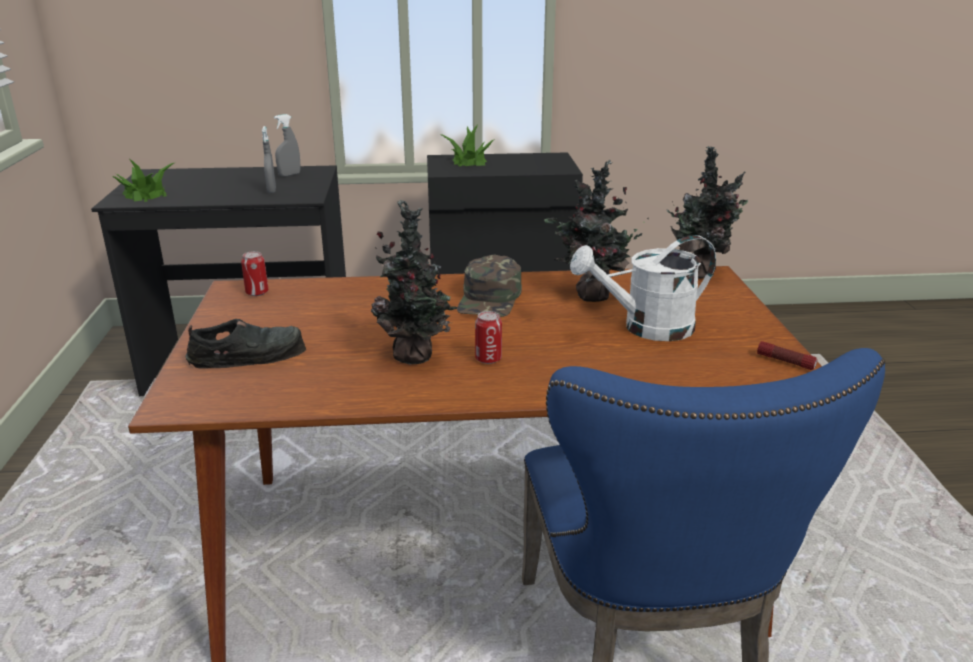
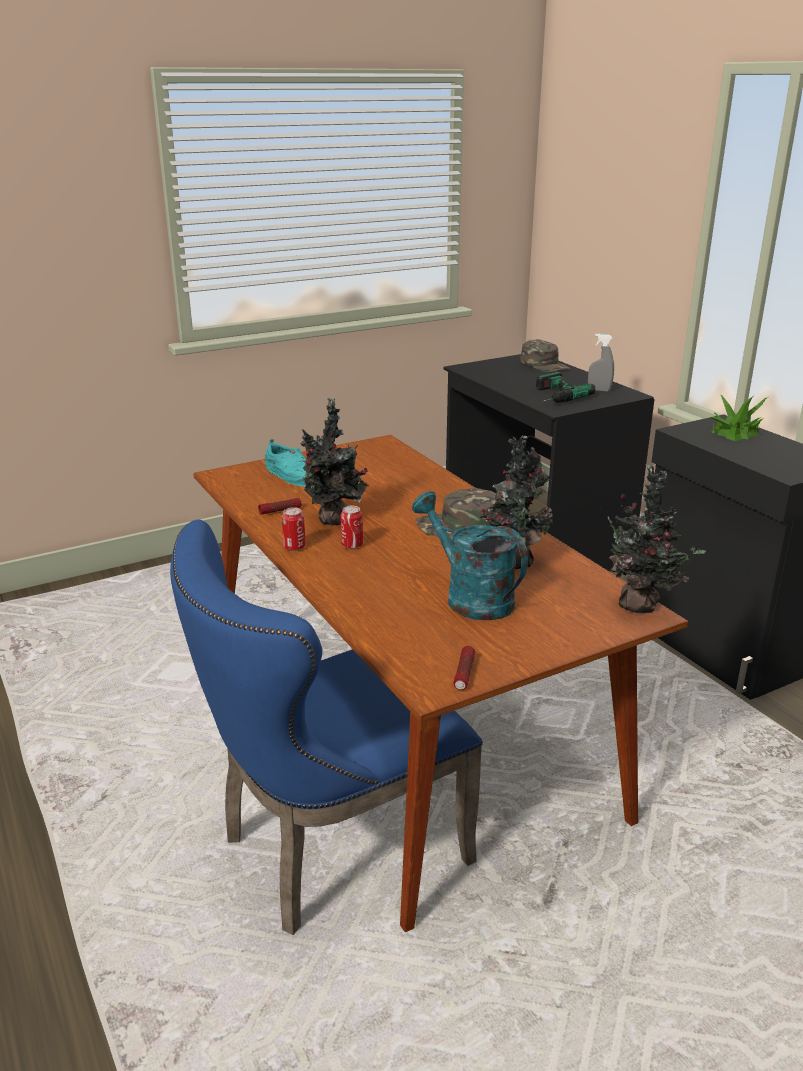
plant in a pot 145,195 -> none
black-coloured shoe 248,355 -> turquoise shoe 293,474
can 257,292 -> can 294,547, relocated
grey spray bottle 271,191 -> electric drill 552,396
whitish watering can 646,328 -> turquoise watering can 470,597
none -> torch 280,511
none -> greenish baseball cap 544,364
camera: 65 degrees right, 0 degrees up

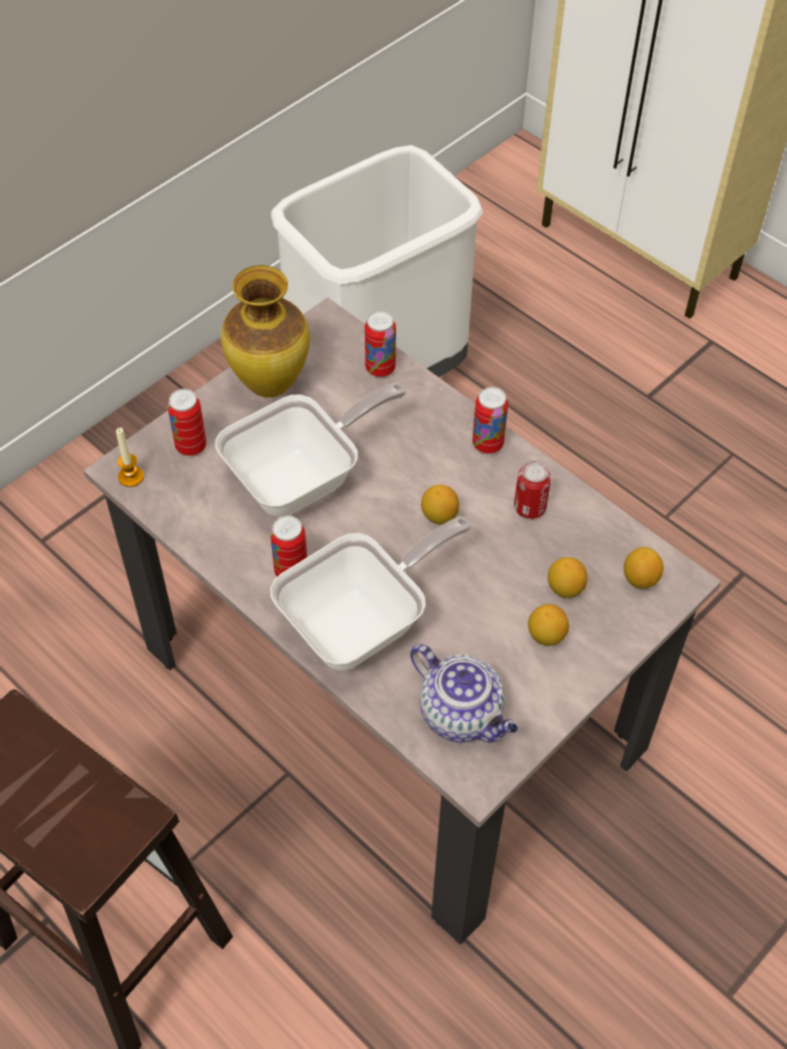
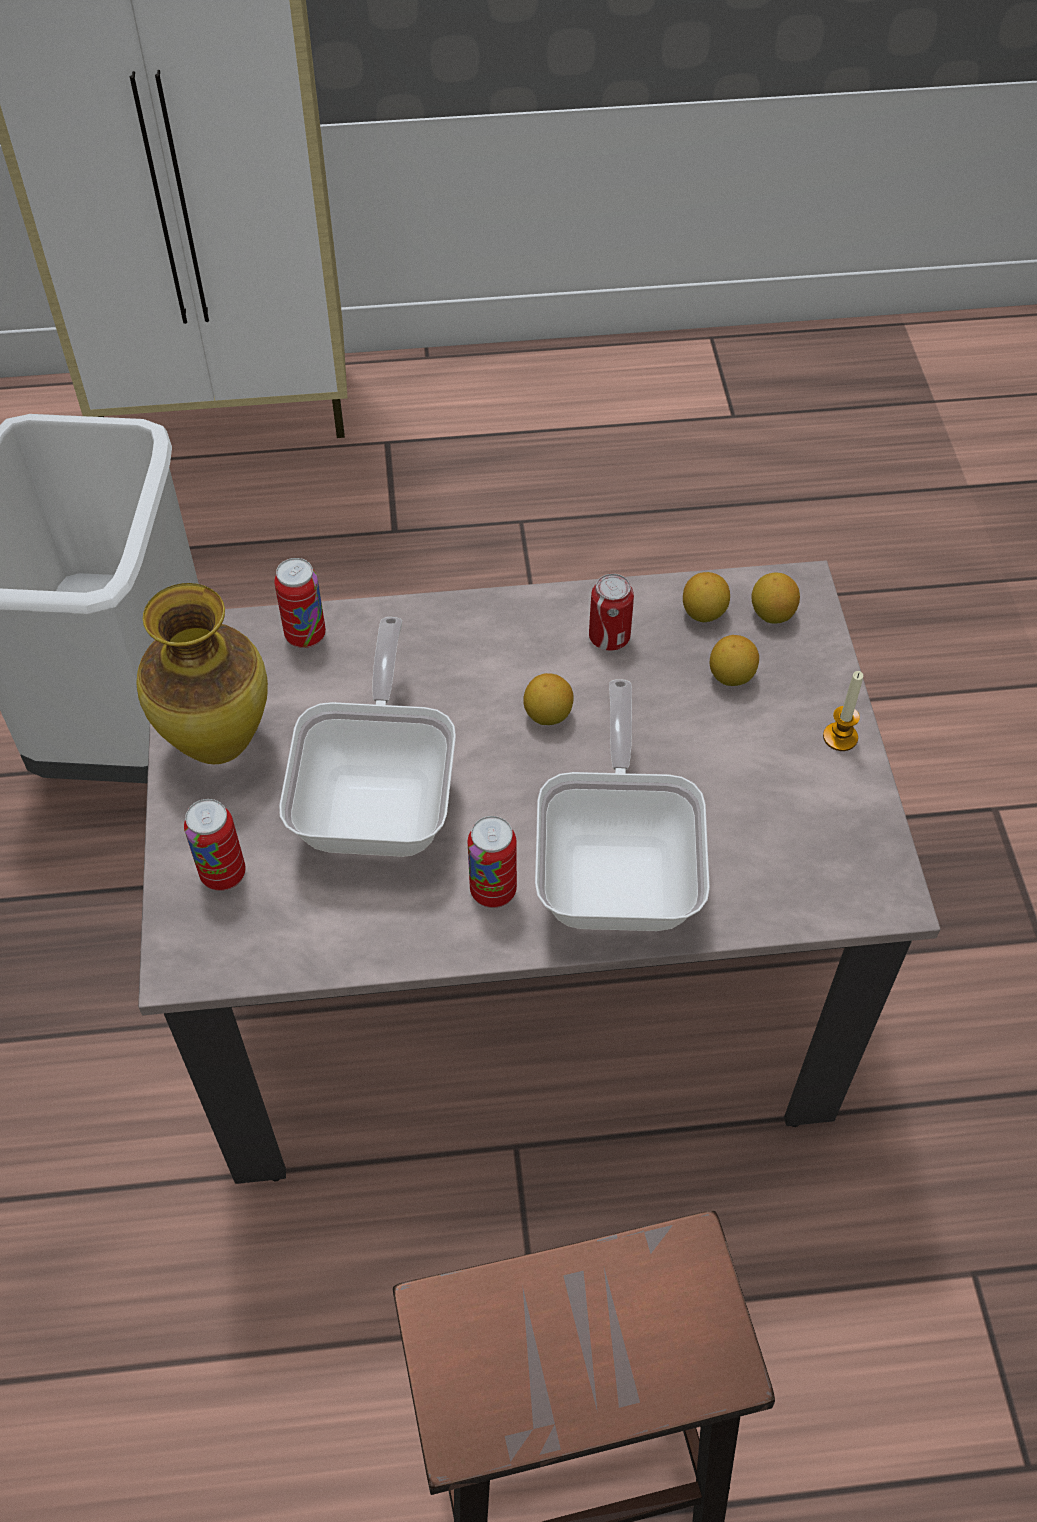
wax candle 131,477 -> wax candle 840,737, relocated
teapot 462,715 -> none
can 487,444 -> none
whole lemon 546,636 -> whole lemon 703,613, relocated
camera: 50 degrees left, 0 degrees up

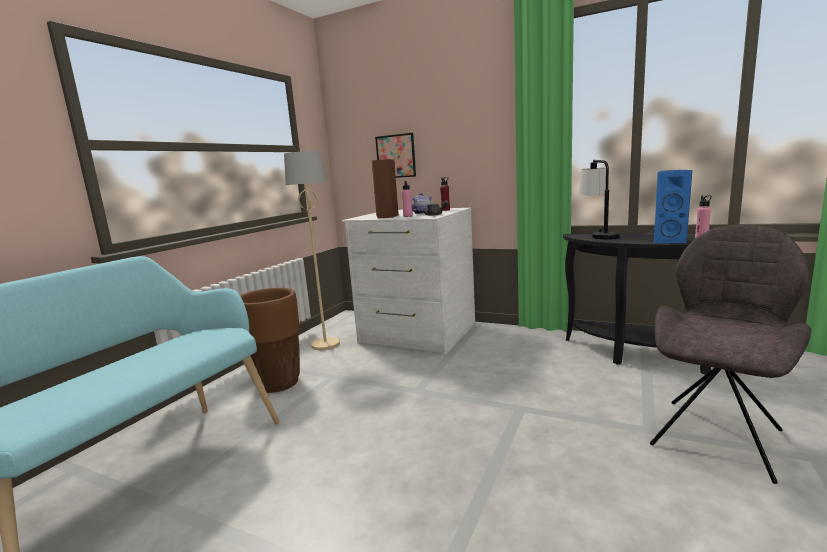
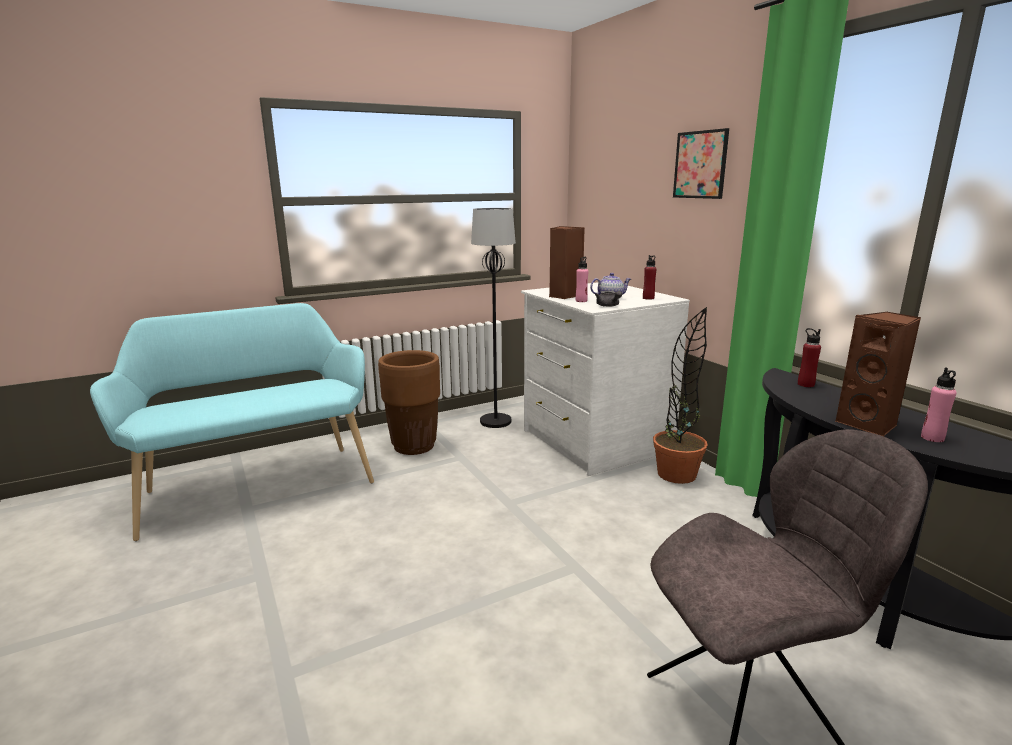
beige-coloured standing lamp 325,344 -> black-coloured standing lamp 496,421
wall art 396,156 -> wall art 700,165, relocated
table lamp 597,235 -> red bottle 805,384
blue speaker 668,241 -> brown-coloured speaker 869,425
none -> plant in a pot 676,474
camera: 35 degrees right, 5 degrees up

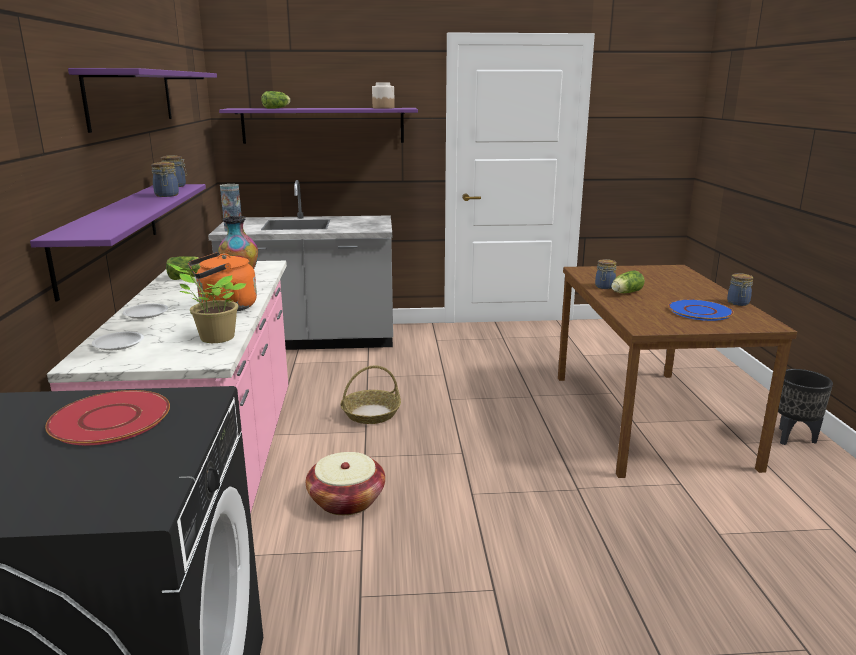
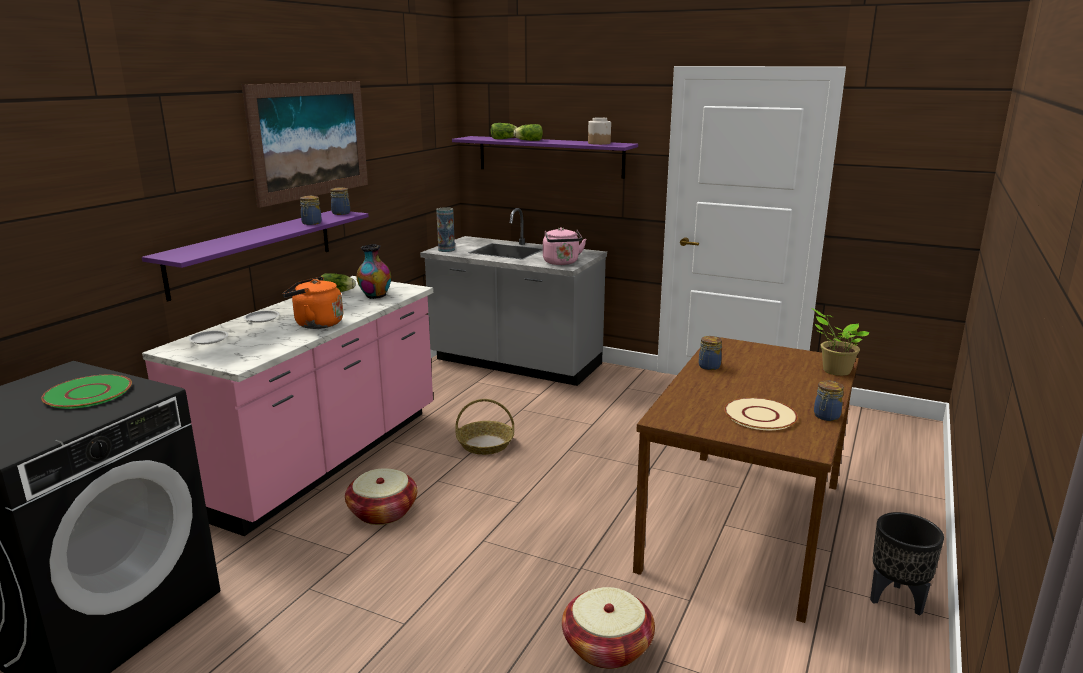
red flat dish 109,419 -> greenish flat dish 87,393
purplish wall shelf 132,98 -> wall art 310,140
plant in a pot 214,338 -> plant in a pot 834,370, relocated
head of lettuce 625,293 -> head of lettuce 528,140, relocated
blue flat dish 699,311 -> beige-coloured flat dish 759,415
none -> pink-coloured tea kettle 561,263
none -> household basket 607,647
camera: 30 degrees right, 0 degrees up

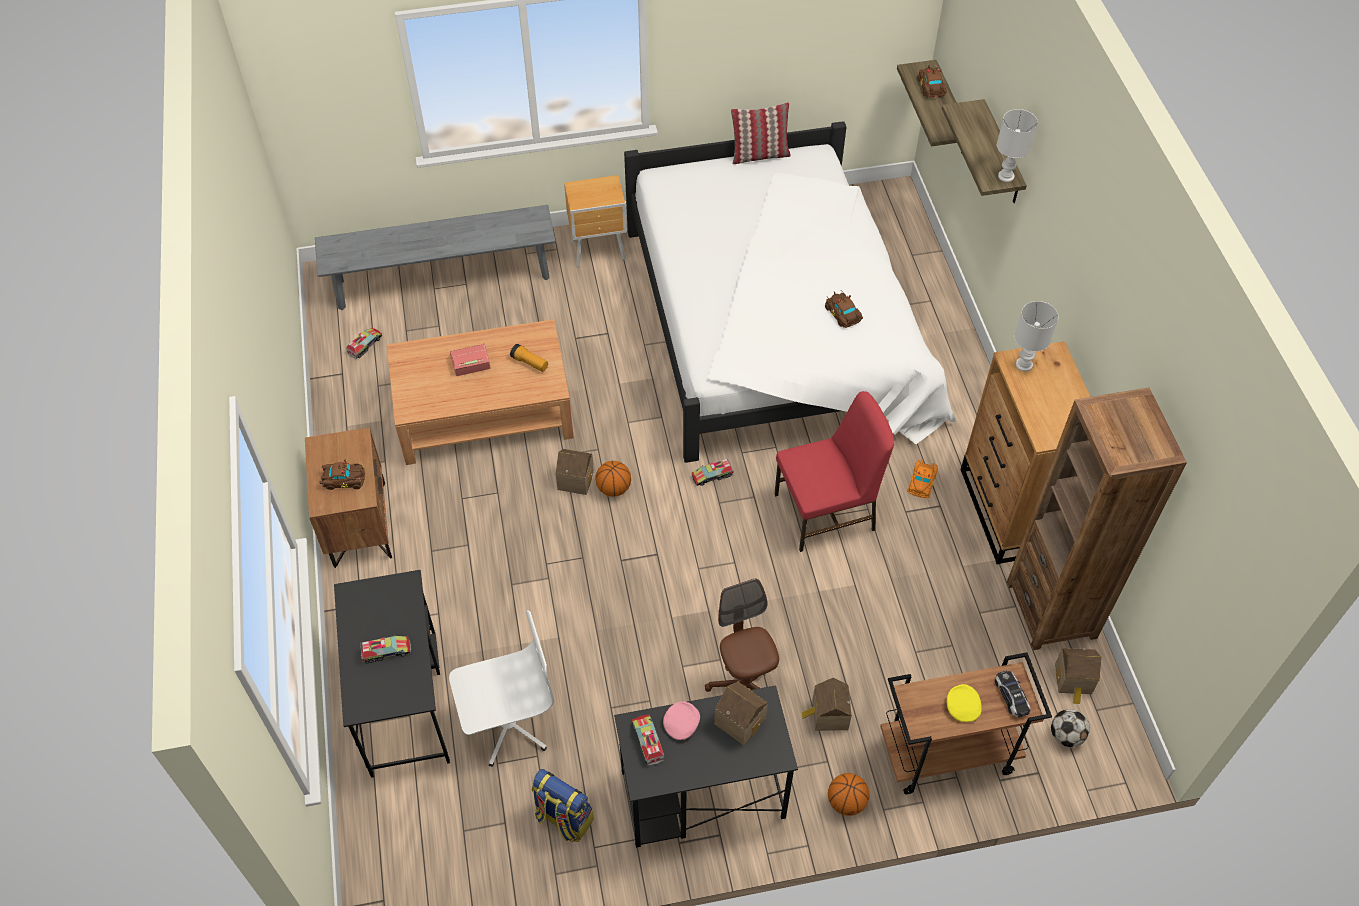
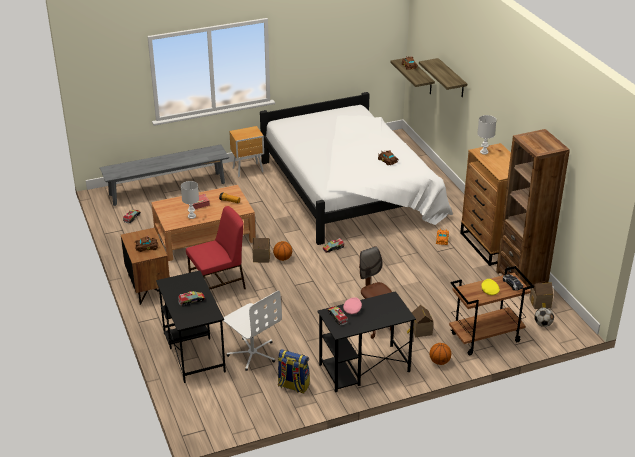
whitish computer chair 508,723 -> whitish computer chair 252,353, 75 degrees clockwise
toy house 741,719 -> none
cushion 759,155 -> none
red upright chair 826,512 -> red upright chair 218,284, relocated
whitish table lamp 1006,176 -> whitish table lamp 192,216, relocated
camera: 10 degrees left, 20 degrees down

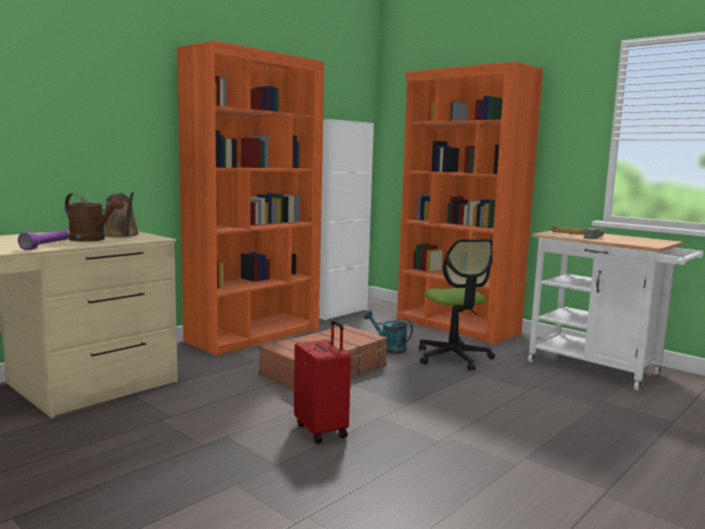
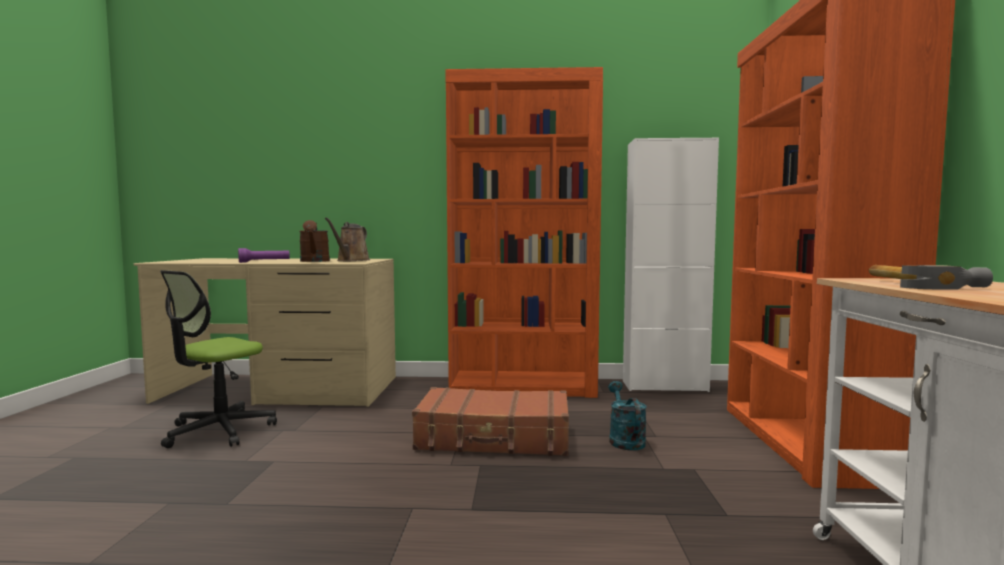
red travel case 322,430 -> none
computer chair 453,357 -> computer chair 219,430, relocated
camera: 50 degrees right, 5 degrees down

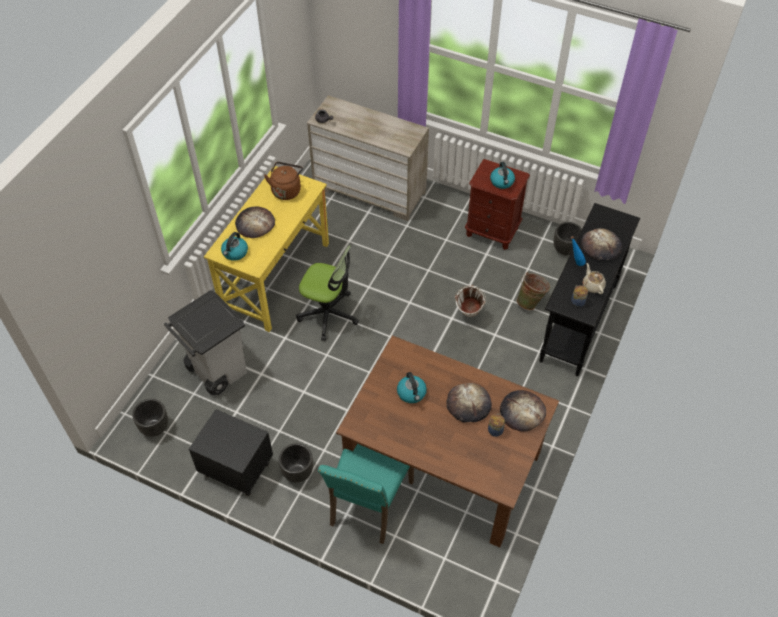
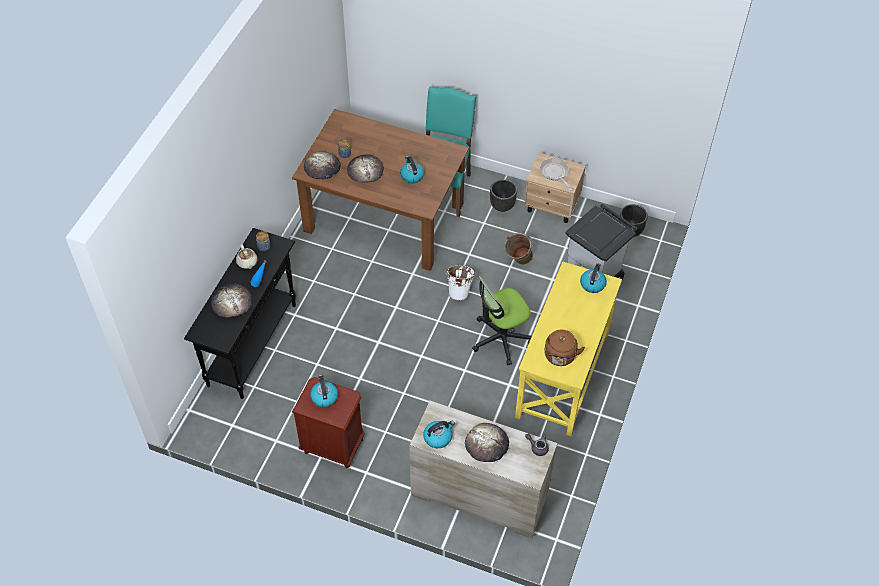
black-coloured bedside table 236,468 -> beige-coloured bedside table 552,206
baked bread 255,224 -> baked bread 487,444, relocated
computer chair 328,314 -> computer chair 501,338, 45 degrees counterclockwise
whitish water bucket 468,315 -> whitish water bucket 459,291, relocated
greenish water bucket 531,302 -> greenish water bucket 517,261, relocated
black-coloured planter 565,250 -> none
none -> tea kettle 438,437
none -> frying pan 555,173
camera: 175 degrees right, 0 degrees up

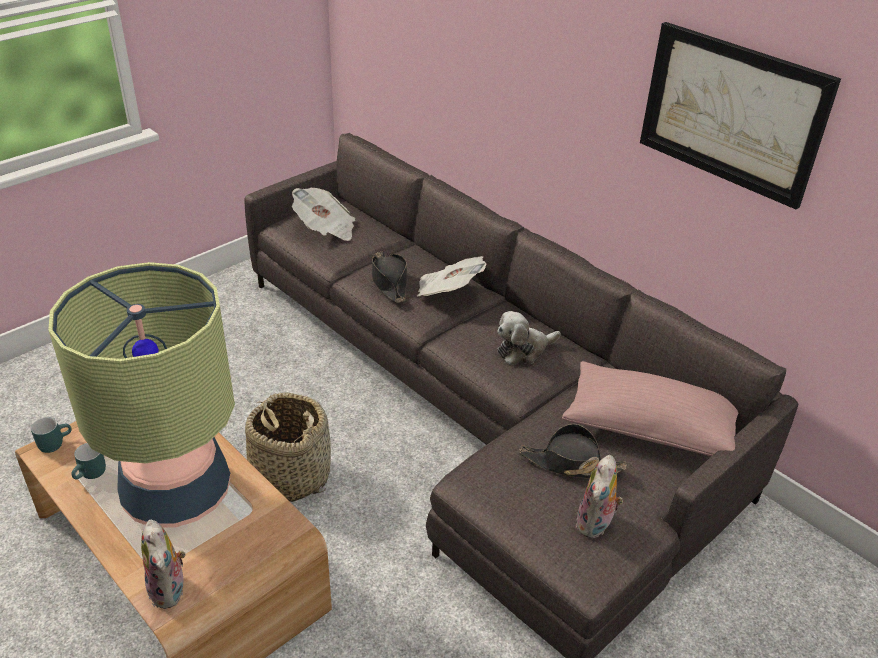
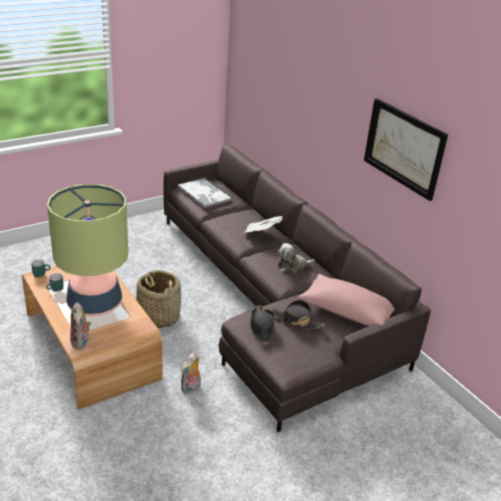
printed paper 325,229 -> serving tray 205,193
black-coloured wearable hat 389,282 -> black-coloured wearable hat 261,328, relocated
soft toy 596,524 -> soft toy 191,388, relocated
camera: 10 degrees right, 5 degrees down

